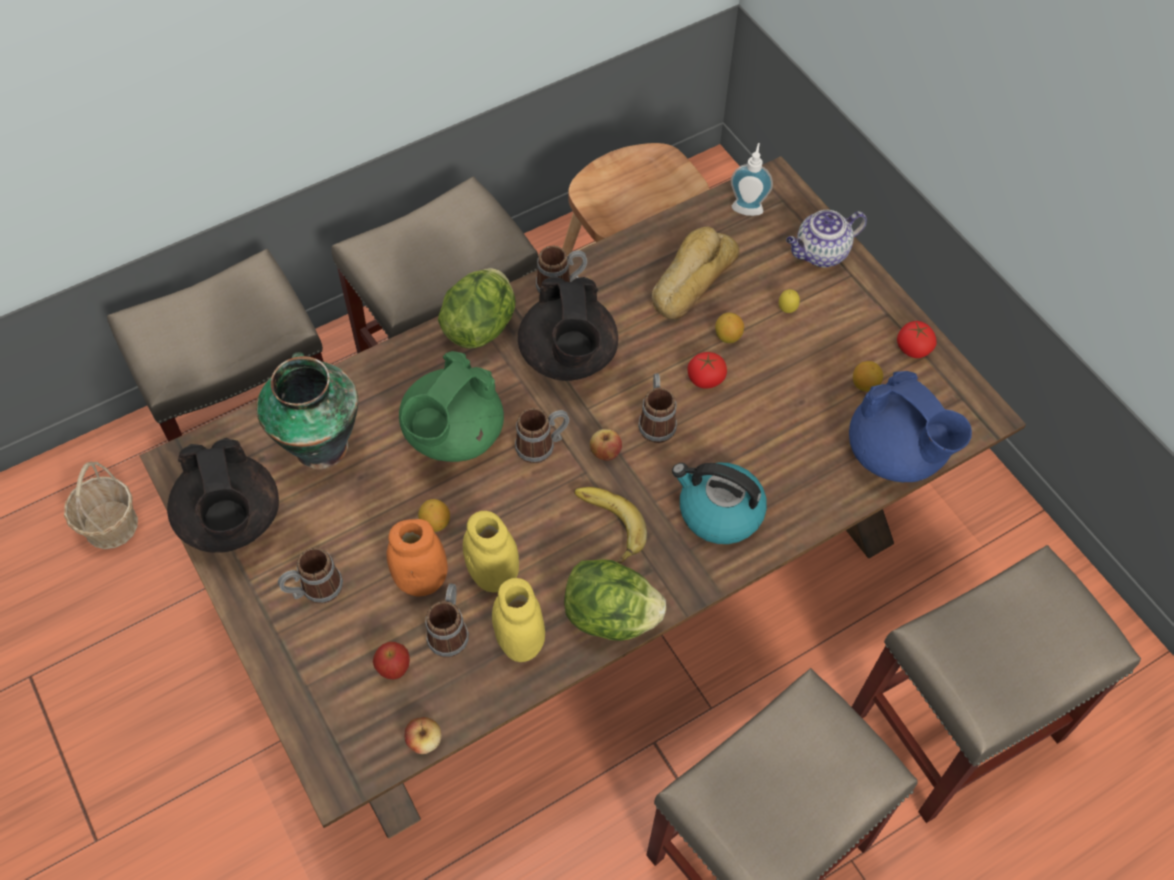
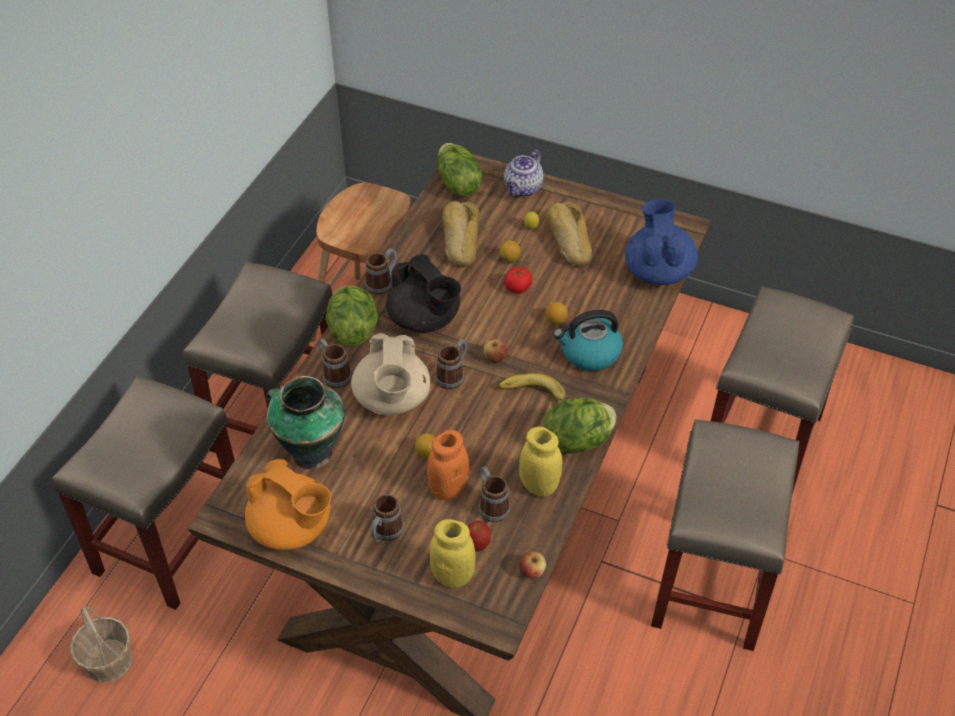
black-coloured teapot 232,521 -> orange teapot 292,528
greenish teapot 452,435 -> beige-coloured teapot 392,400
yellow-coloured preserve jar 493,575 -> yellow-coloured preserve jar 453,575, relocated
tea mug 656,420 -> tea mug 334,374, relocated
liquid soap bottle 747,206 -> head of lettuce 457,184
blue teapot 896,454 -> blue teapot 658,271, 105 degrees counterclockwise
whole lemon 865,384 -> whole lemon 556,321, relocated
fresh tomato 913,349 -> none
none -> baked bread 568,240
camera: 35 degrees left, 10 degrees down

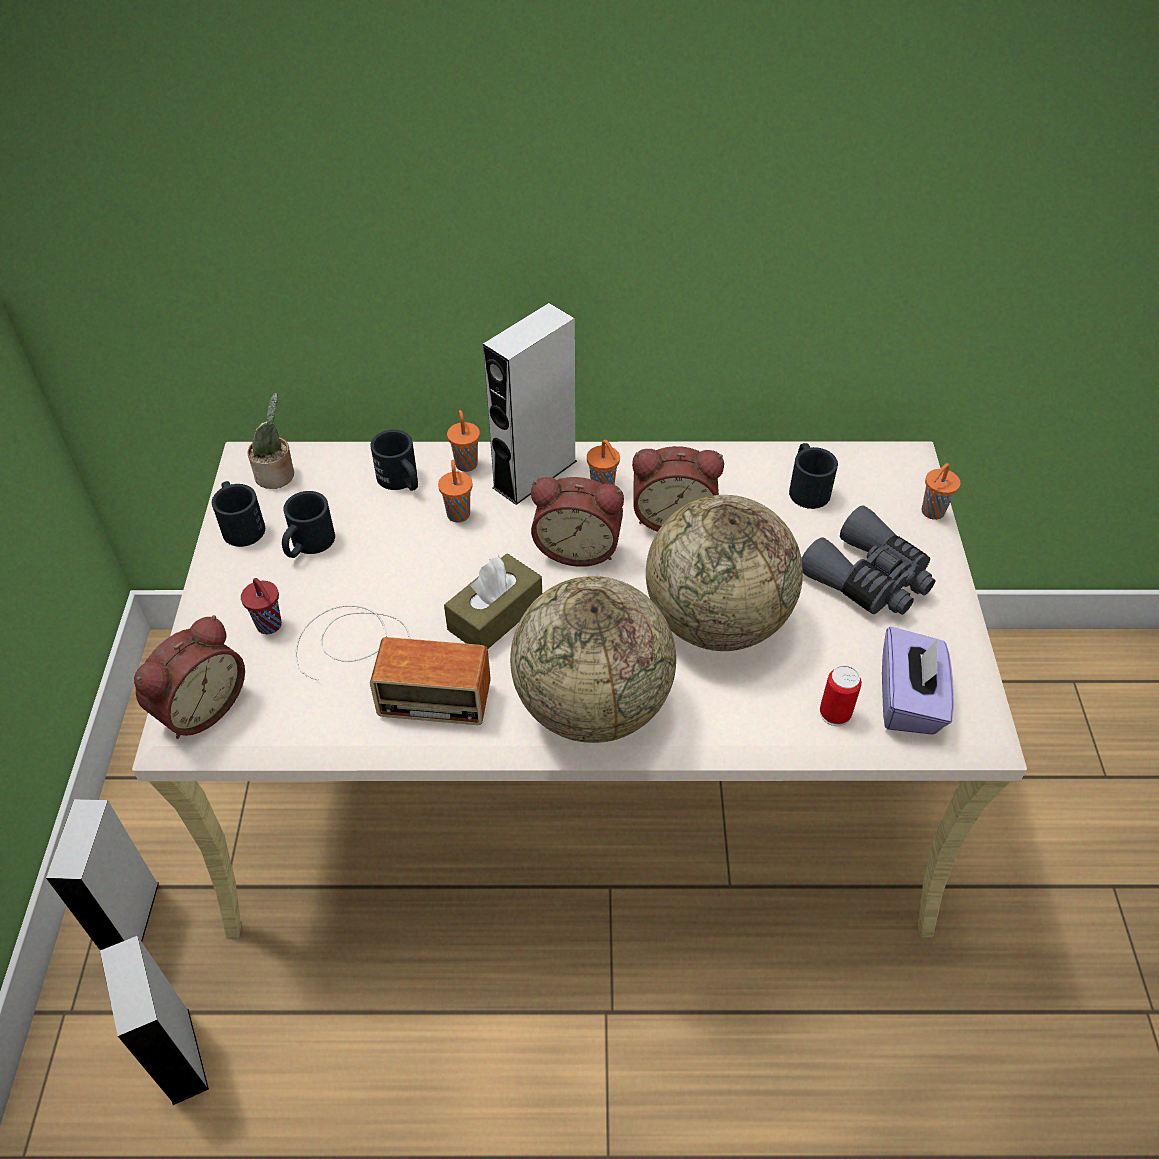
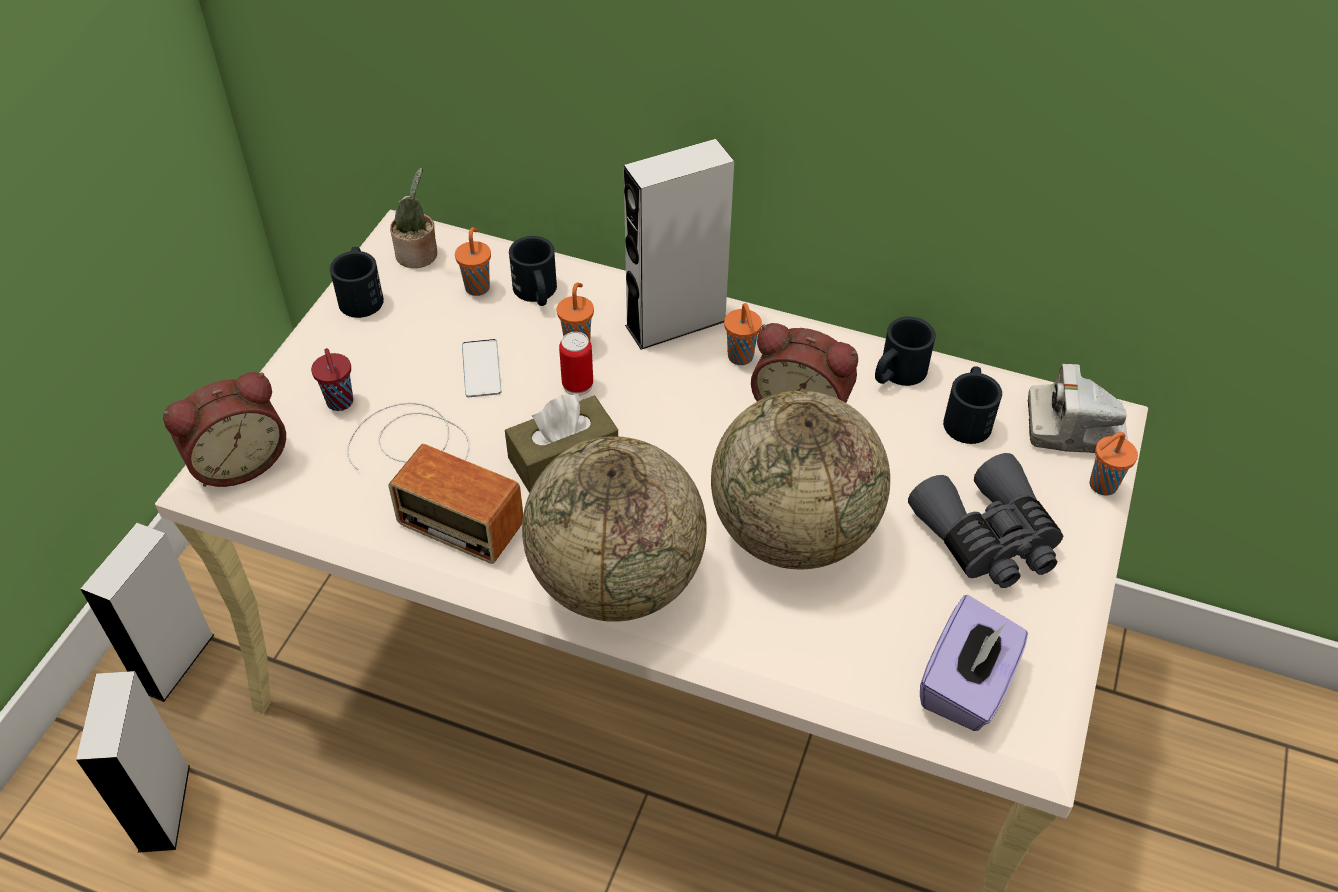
black-coloured tea mug 308,545 -> black-coloured tea mug 896,374, relocated
orange small cup 466,463 -> orange small cup 477,287, relocated
alarm clock 578,547 -> none
can 835,713 -> can 577,385, relocated
none -> telephone 481,368
none -> still camera 1074,428
camera: 20 degrees right, 0 degrees up

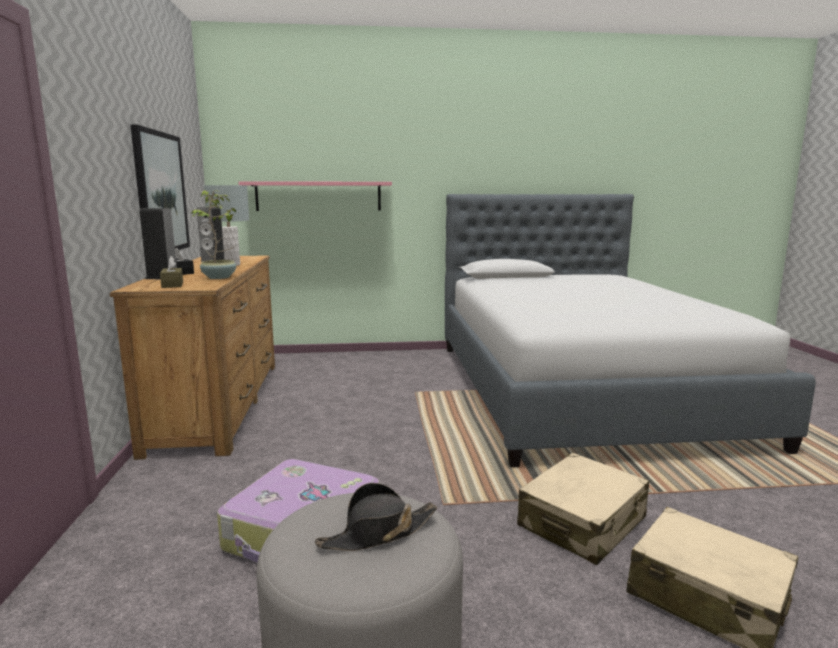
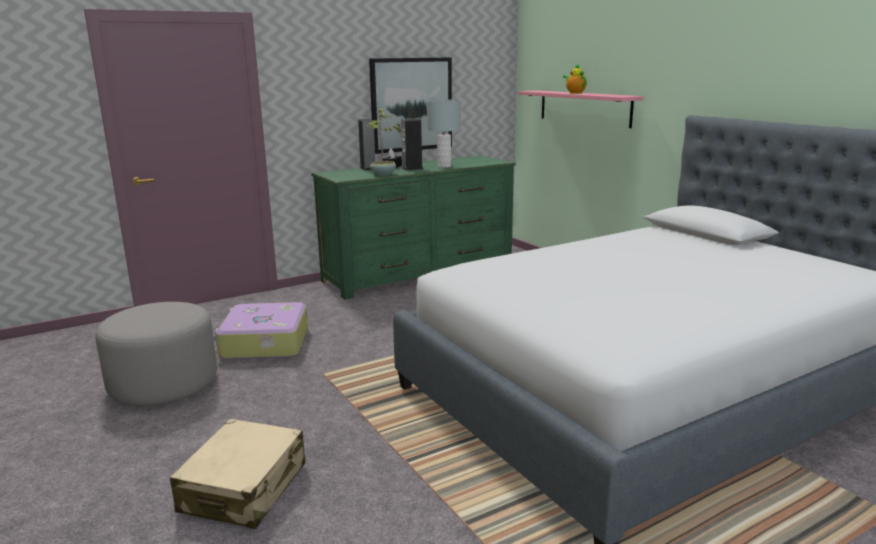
brown-coloured dresser 219,403 -> greenish dresser 419,273
brown-coloured box of tissues 172,285 -> none
black-coloured wearable hat 378,533 -> none
beige-coloured travel case 582,523 -> none
none -> teapot 574,93
camera: 65 degrees right, 5 degrees up

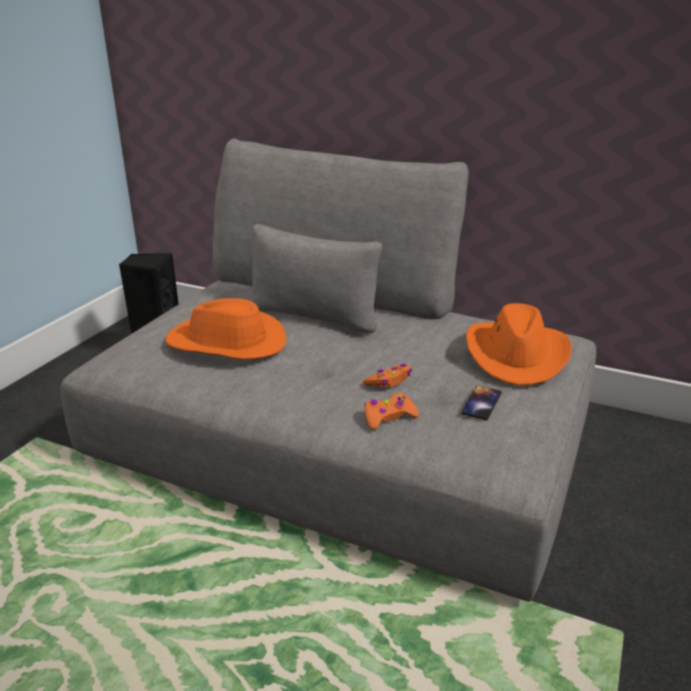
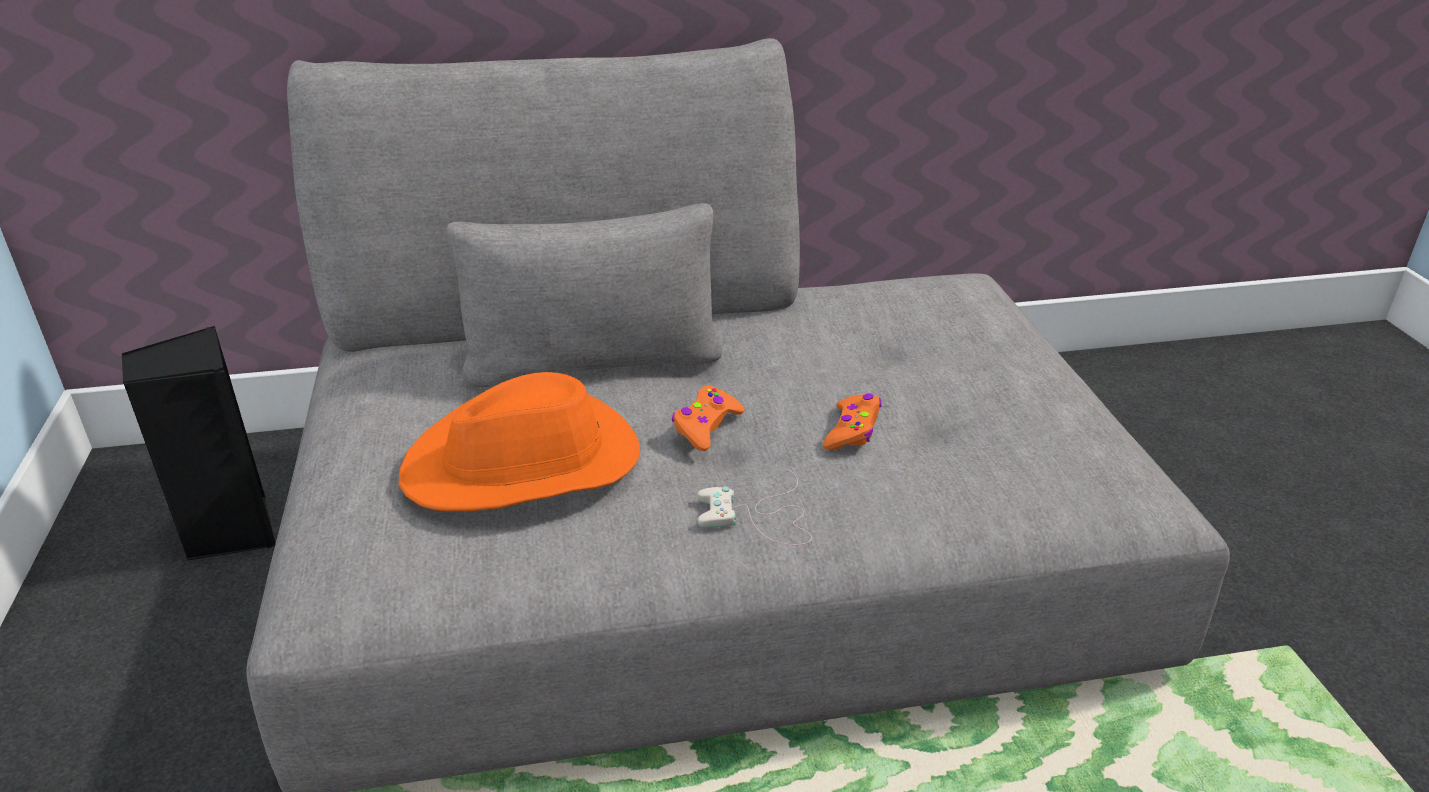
orange joypad 389,417 -> orange joypad 706,426, relocated
telephone 481,403 -> none
orange wearable hat 516,355 -> none
none -> whitish joypad 760,517
camera: 35 degrees left, 5 degrees up

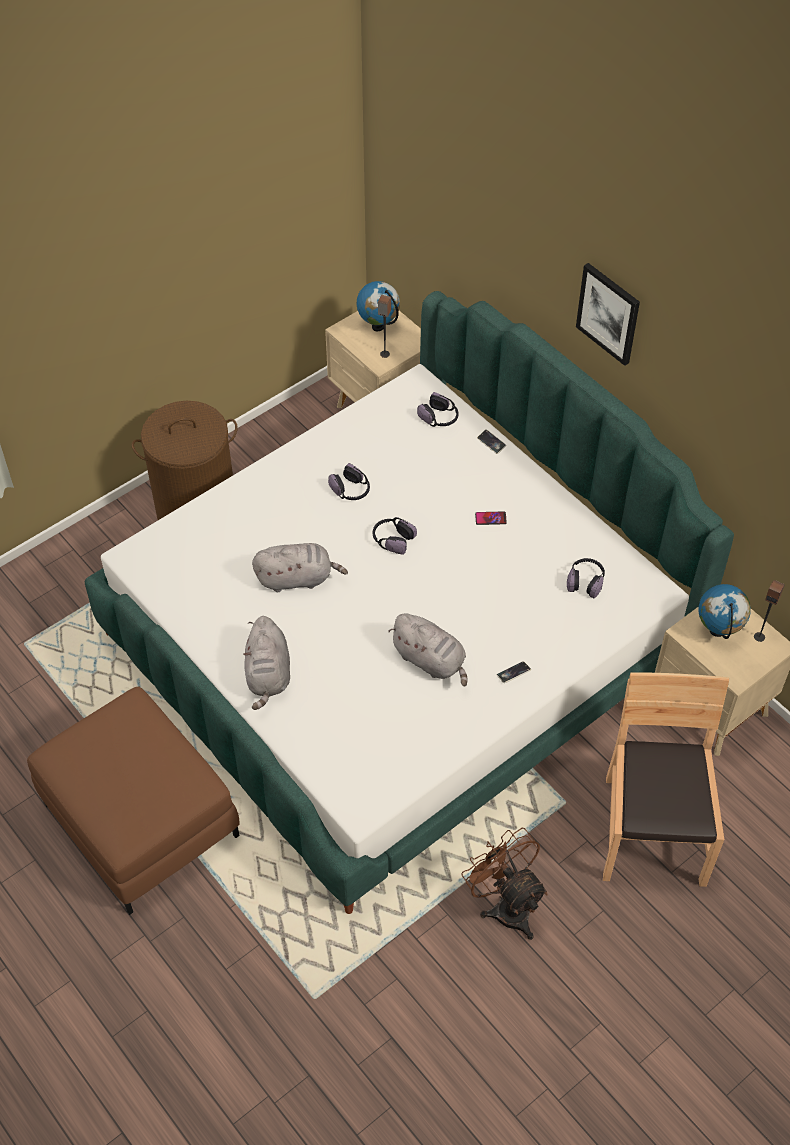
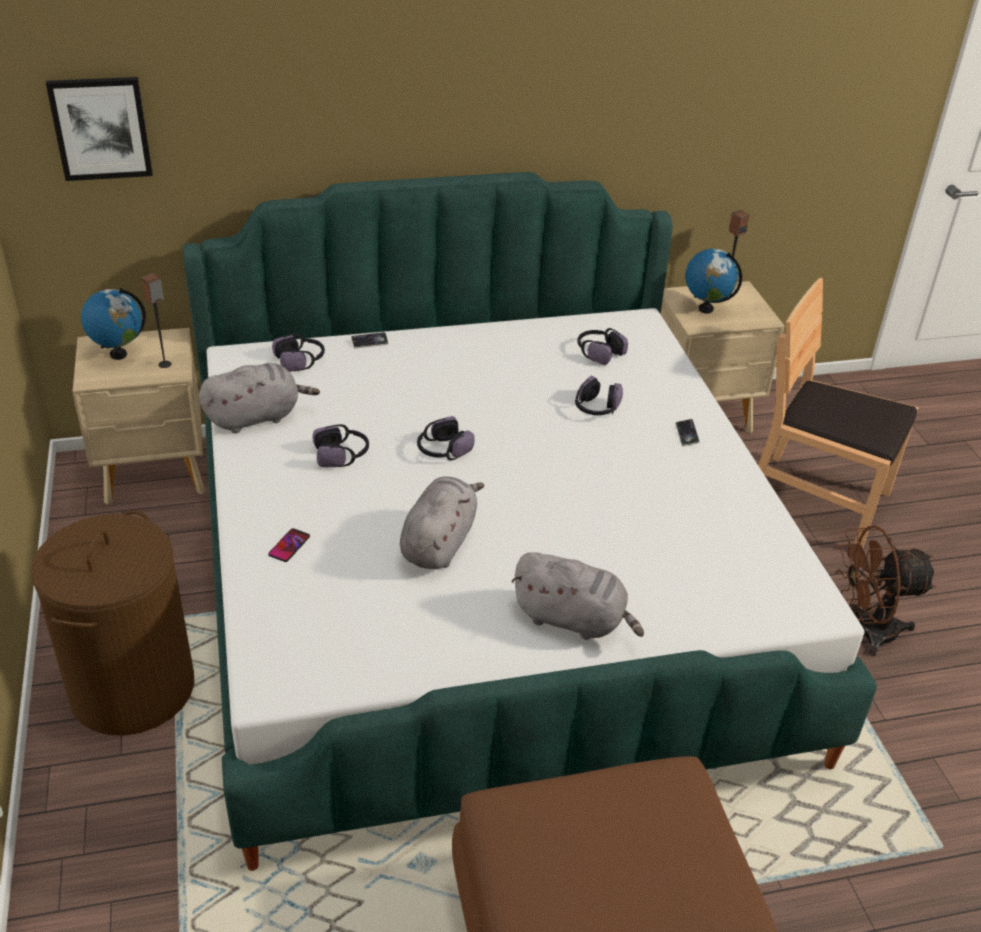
grey soft toy 431,660 -> grey soft toy 256,417, relocated
telephone 490,518 -> telephone 289,546, relocated
wall art 608,313 -> wall art 101,128, relocated
none -> headphones 596,408
camera: 65 degrees left, 15 degrees down

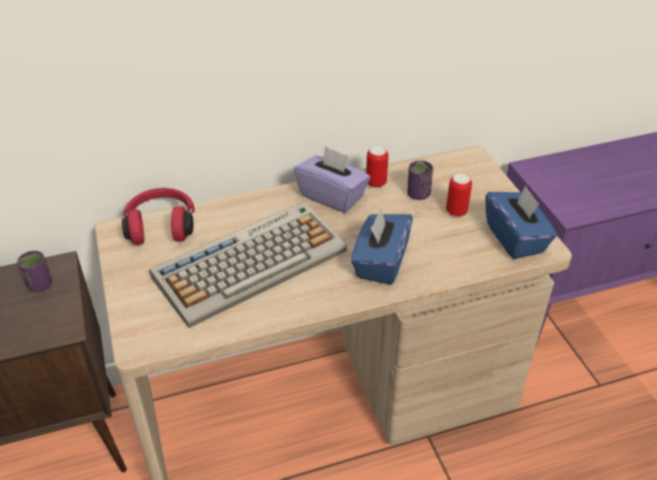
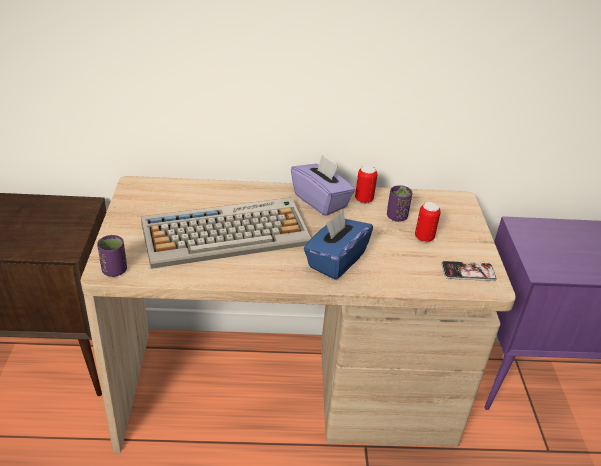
purplish small cup 40,285 -> purplish small cup 114,270, relocated
red headphones 161,226 -> none
blue box of tissues 515,238 -> telephone 468,272
camera: 15 degrees right, 5 degrees down

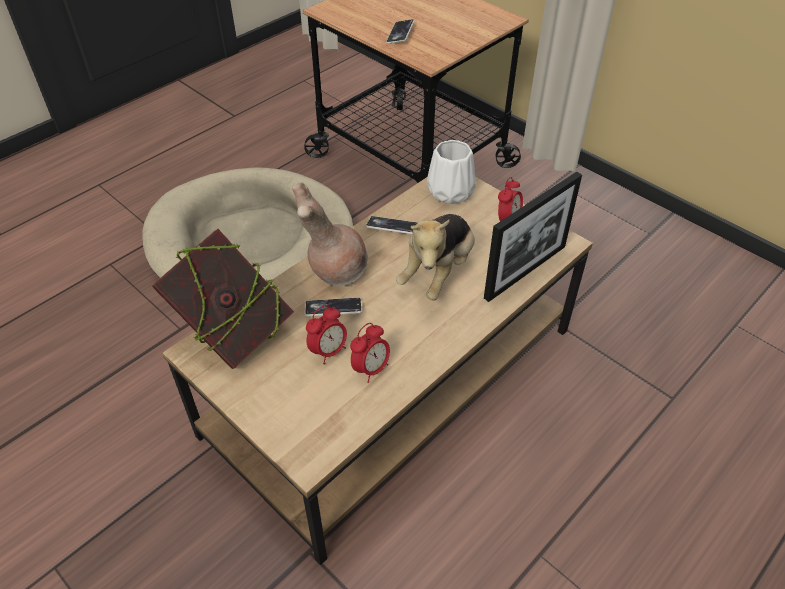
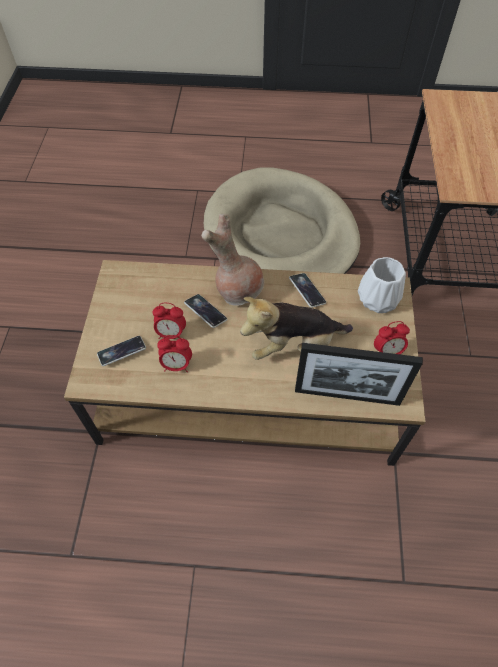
book 233,334 -> none
telephone 400,34 -> telephone 122,352, relocated
camera: 50 degrees right, 10 degrees up

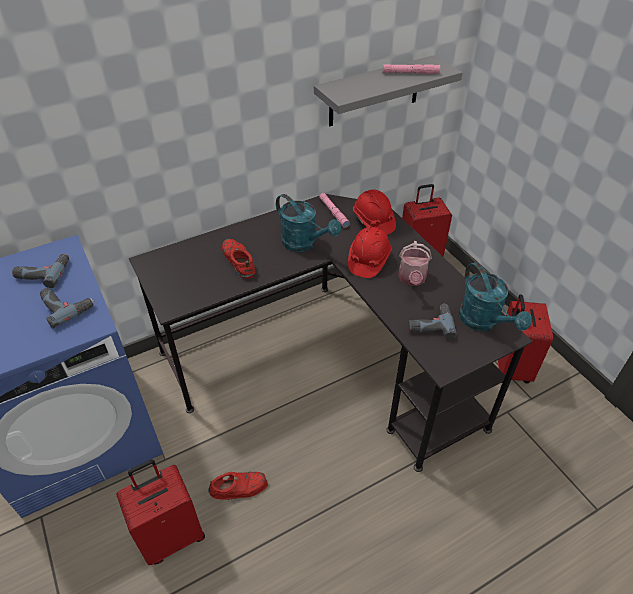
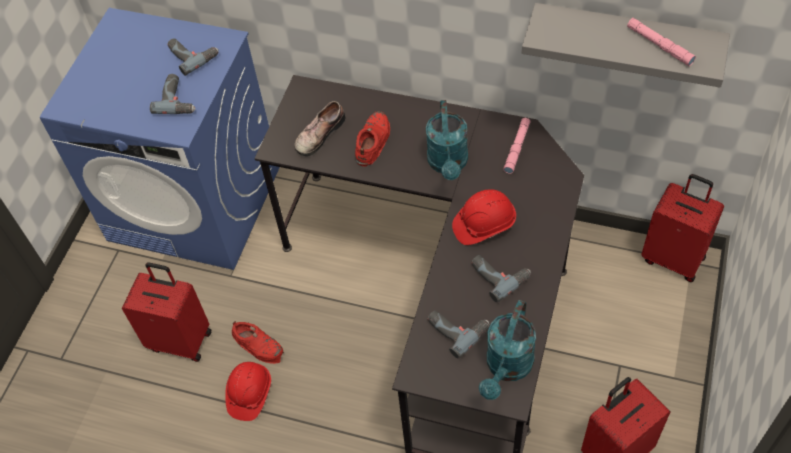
red work helmet 373,221 -> red work helmet 249,394, relocated
watering can 412,279 -> electric drill 499,274
none -> shoe 318,134
camera: 50 degrees right, 10 degrees up

